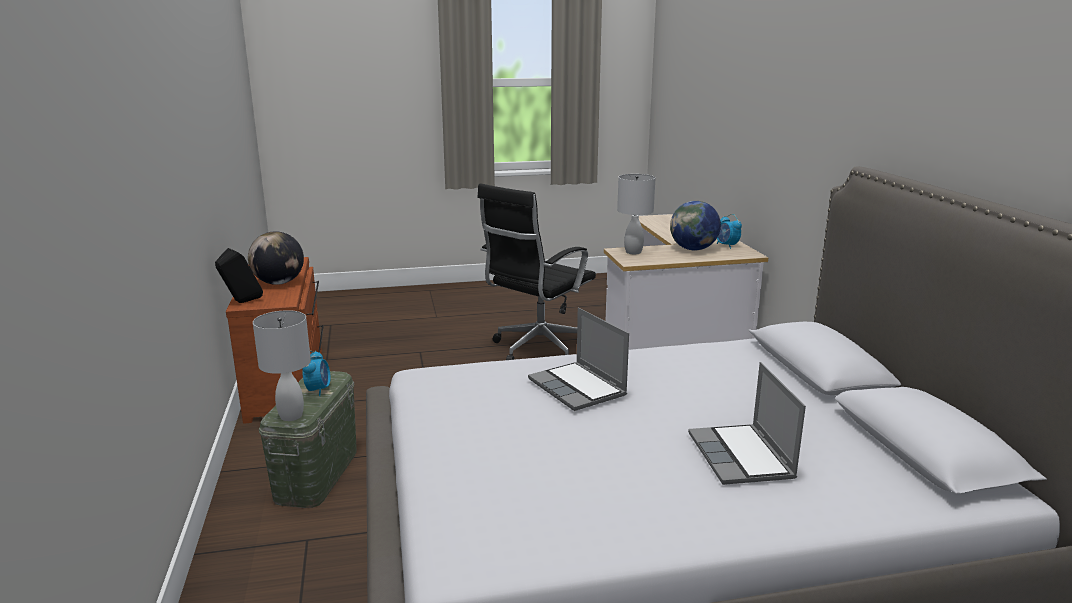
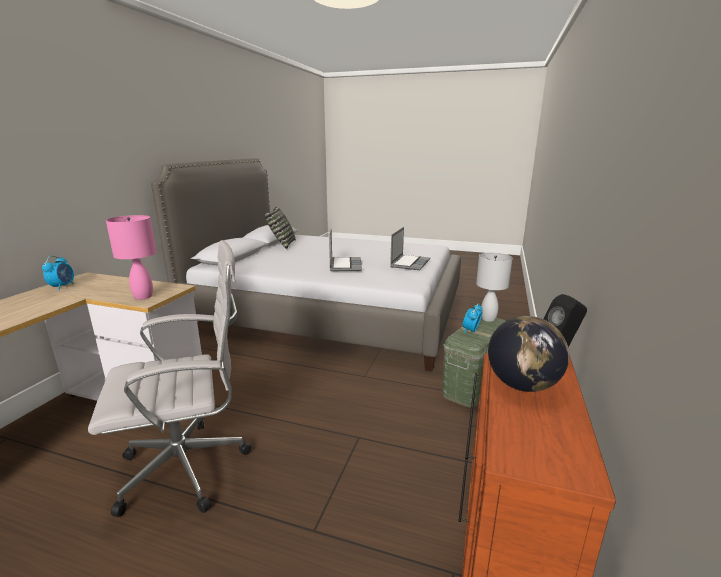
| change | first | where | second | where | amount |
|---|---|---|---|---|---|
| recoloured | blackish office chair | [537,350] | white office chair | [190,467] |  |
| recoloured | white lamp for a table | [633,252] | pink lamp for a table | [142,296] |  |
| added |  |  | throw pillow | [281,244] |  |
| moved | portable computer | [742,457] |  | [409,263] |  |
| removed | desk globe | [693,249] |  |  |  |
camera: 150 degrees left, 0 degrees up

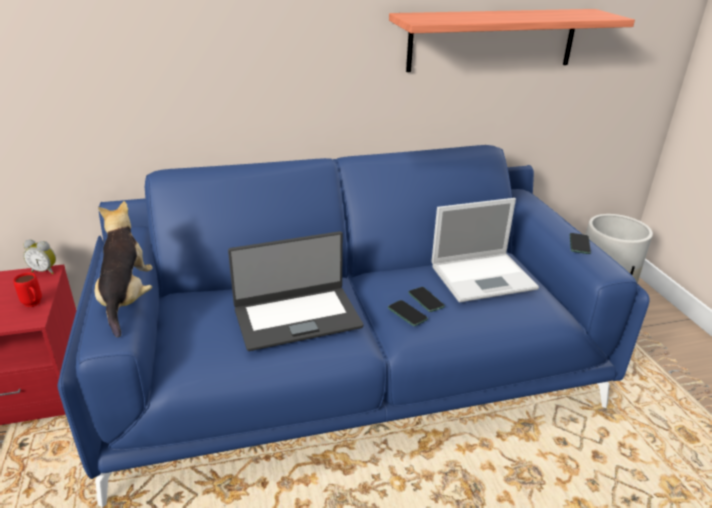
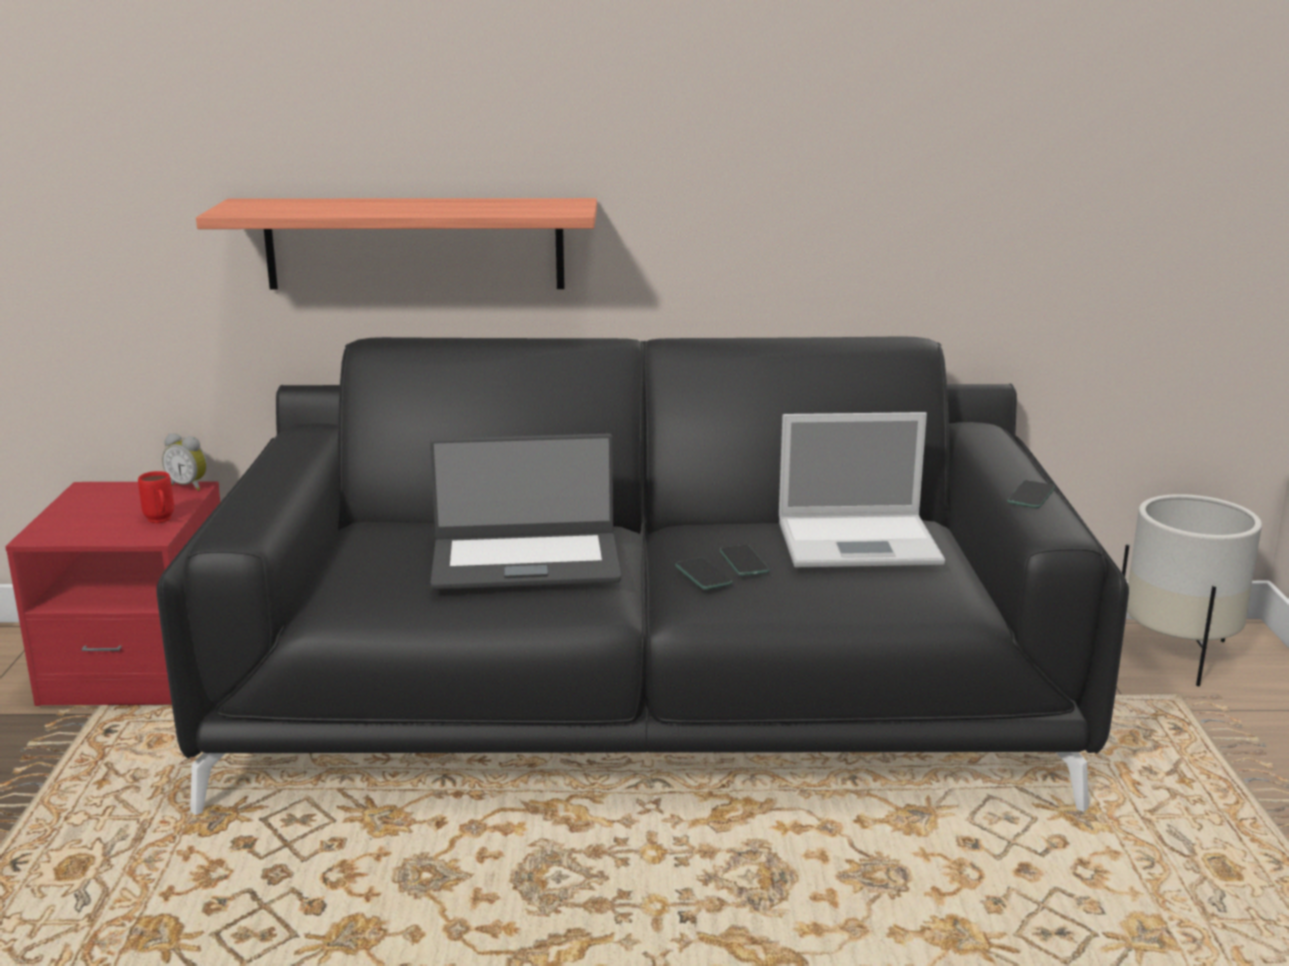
| change | first | where | second | where | amount |
|---|---|---|---|---|---|
| recoloured | blue sofa | [353,373] | blackish sofa | [645,710] |  |
| moved | shelf | [492,40] |  | [414,243] |  |
| removed | cuddly toy | [127,299] |  |  |  |
camera: 15 degrees right, 10 degrees down

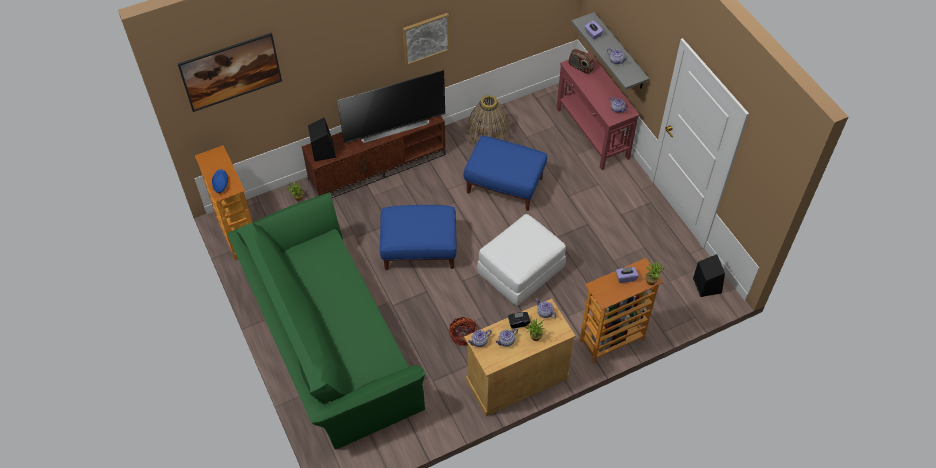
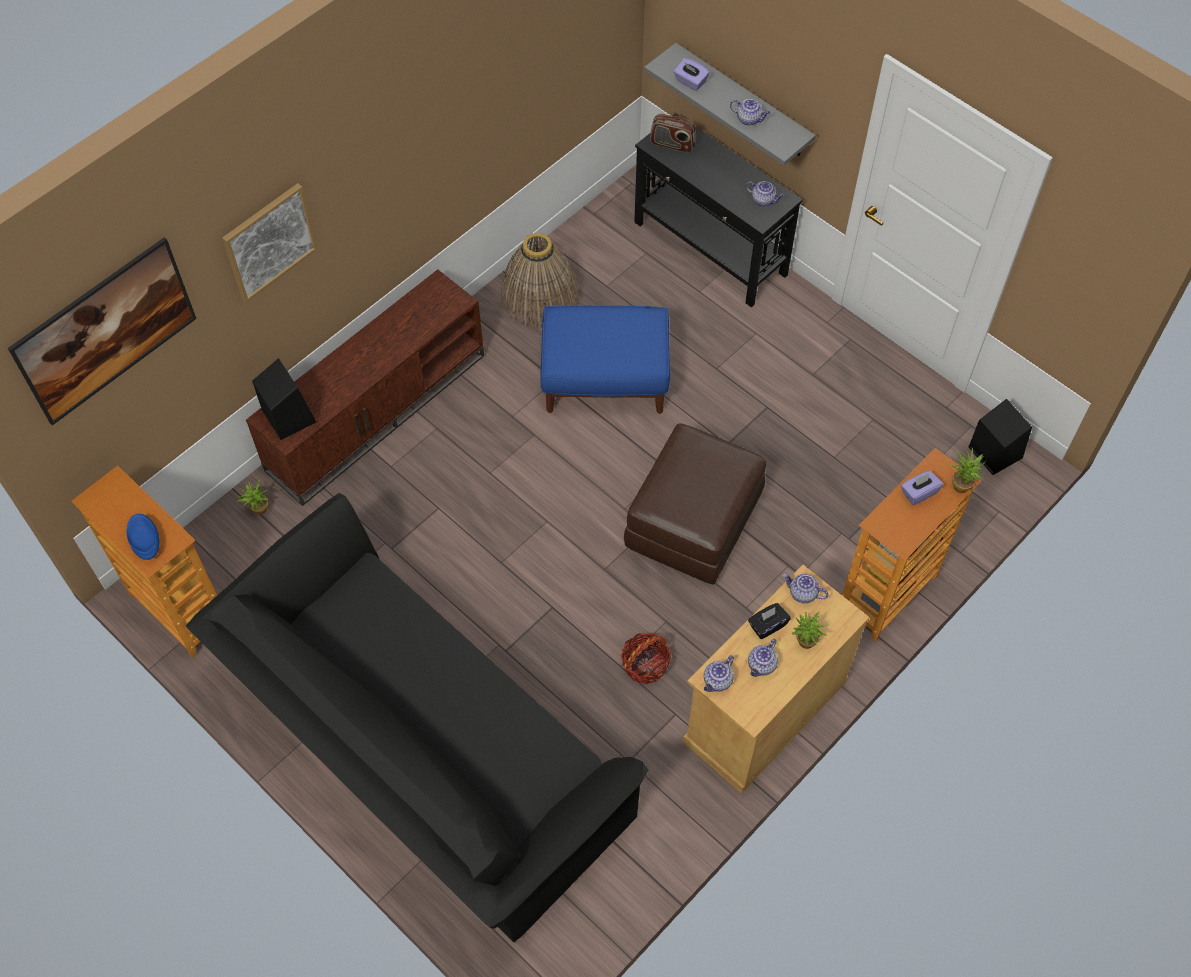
| change | first | where | second | where | amount |
|---|---|---|---|---|---|
| recoloured | green-coloured sofa | [328,342] | blackish sofa | [422,753] |  |
| moved | wall art | [425,38] |  | [269,241] |  |
| recoloured | white ottoman | [520,271] | brown-coloured ottoman | [693,522] |  |
| recoloured | red narrow table | [592,133] | blackish narrow table | [710,249] |  |
| removed | TV set | [393,126] |  |  |  |
| removed | blue ottoman | [419,249] |  |  |  |
camera: 20 degrees left, 5 degrees up

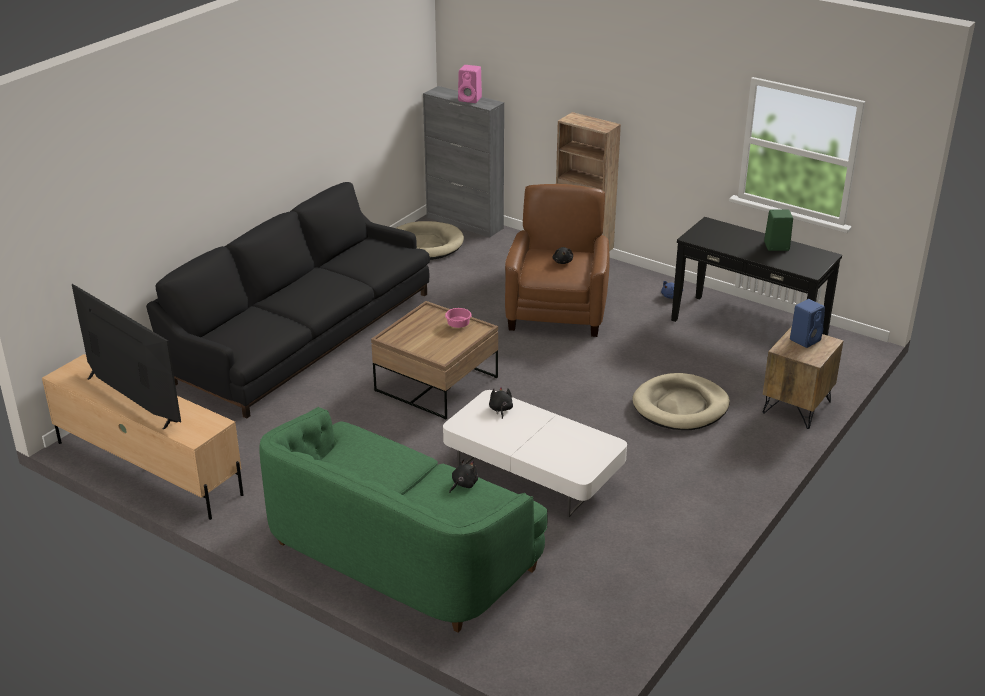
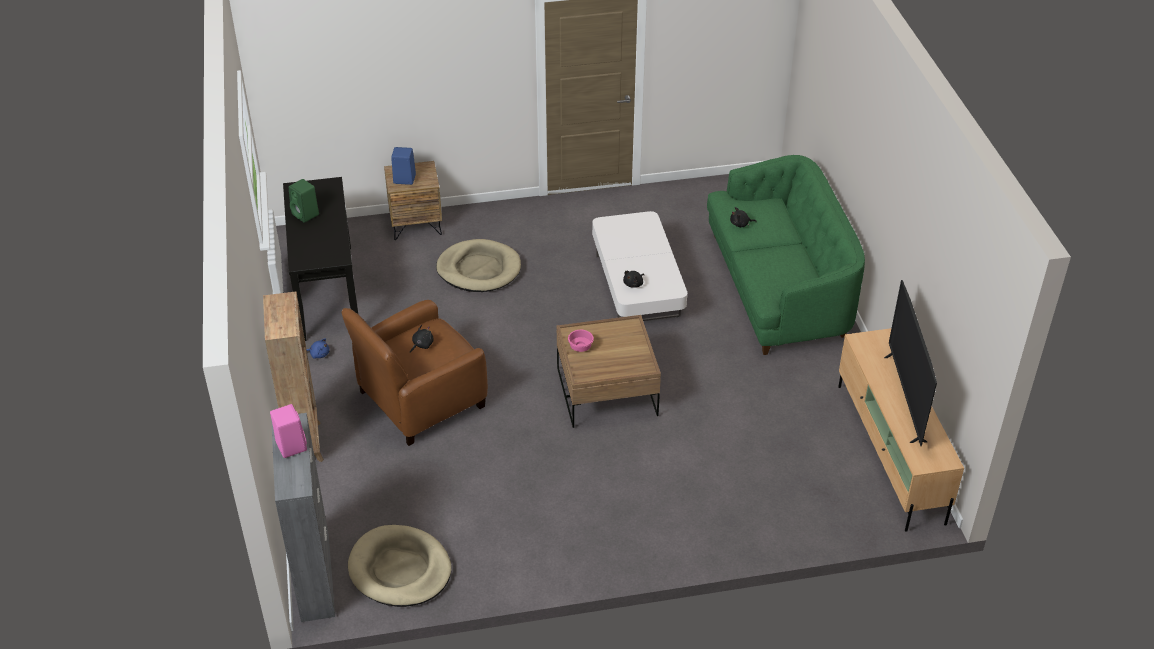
| change | first | where | second | where | amount |
|---|---|---|---|---|---|
| removed | blackish sofa | [303,335] |  |  |  |
camera: 135 degrees left, 10 degrees up

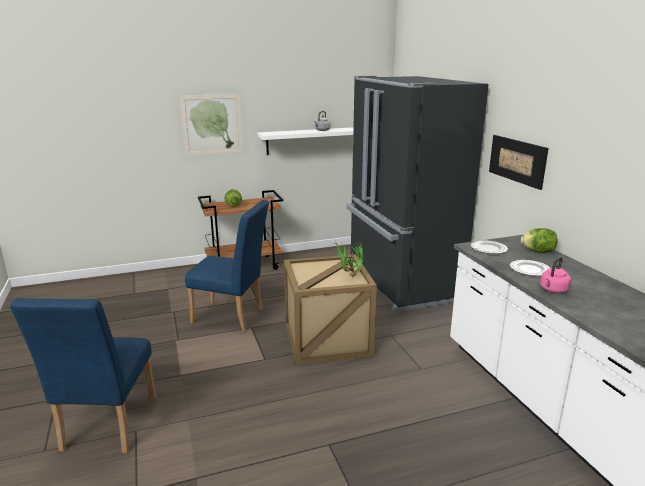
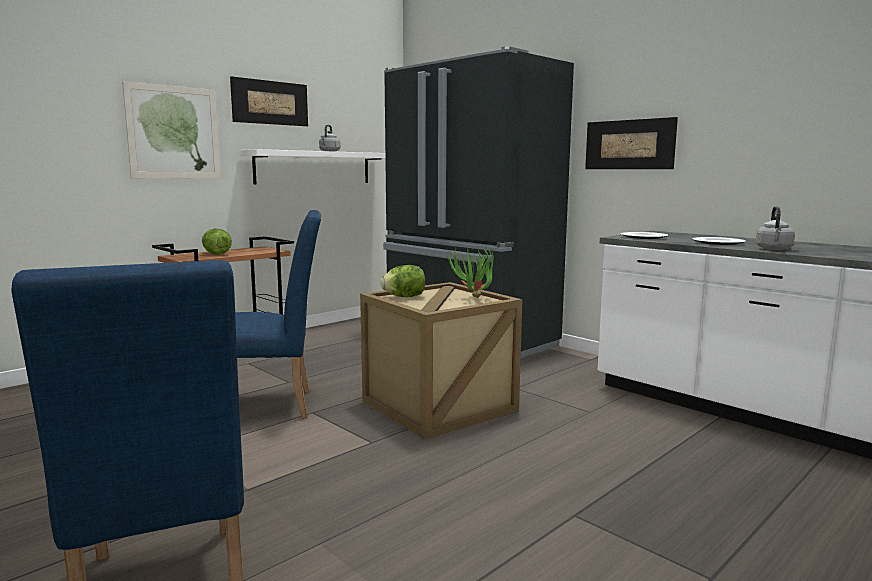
| change | first | where | second | where | amount |
|---|---|---|---|---|---|
| added |  |  | wall art | [270,102] |  |
| moved | lettuce | [538,251] |  | [404,297] |  |
| recoloured | pink kettle | [553,290] | greyish kettle | [774,249] |  |
camera: 25 degrees left, 10 degrees down

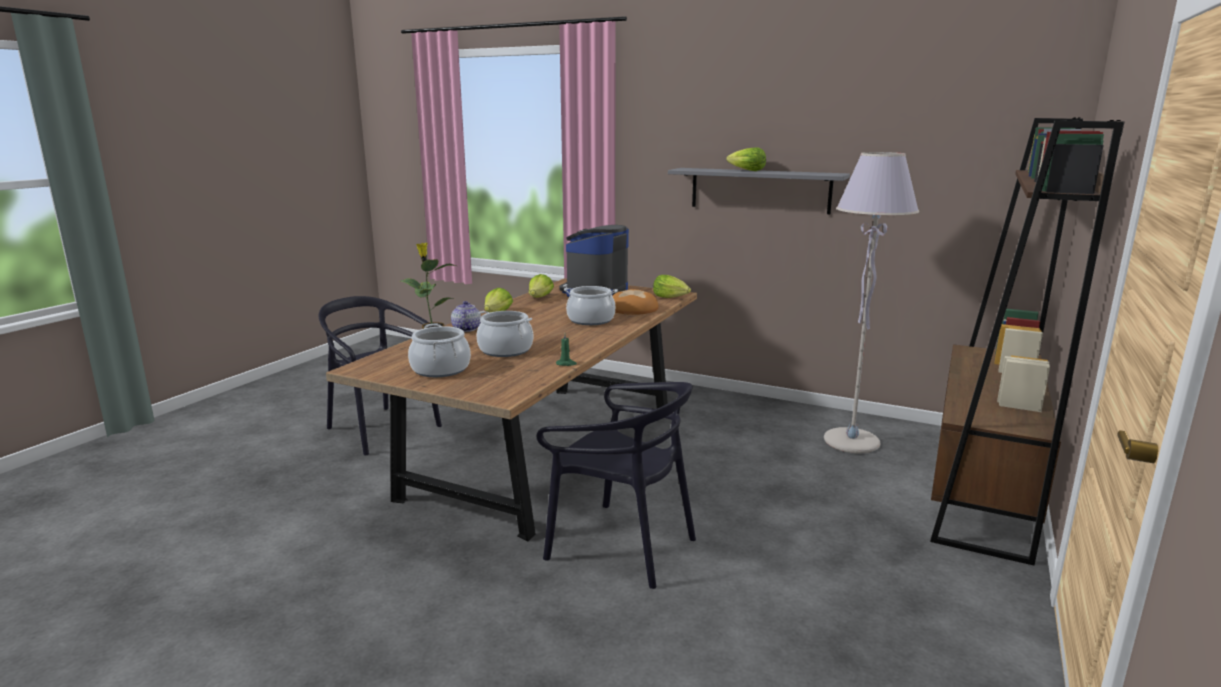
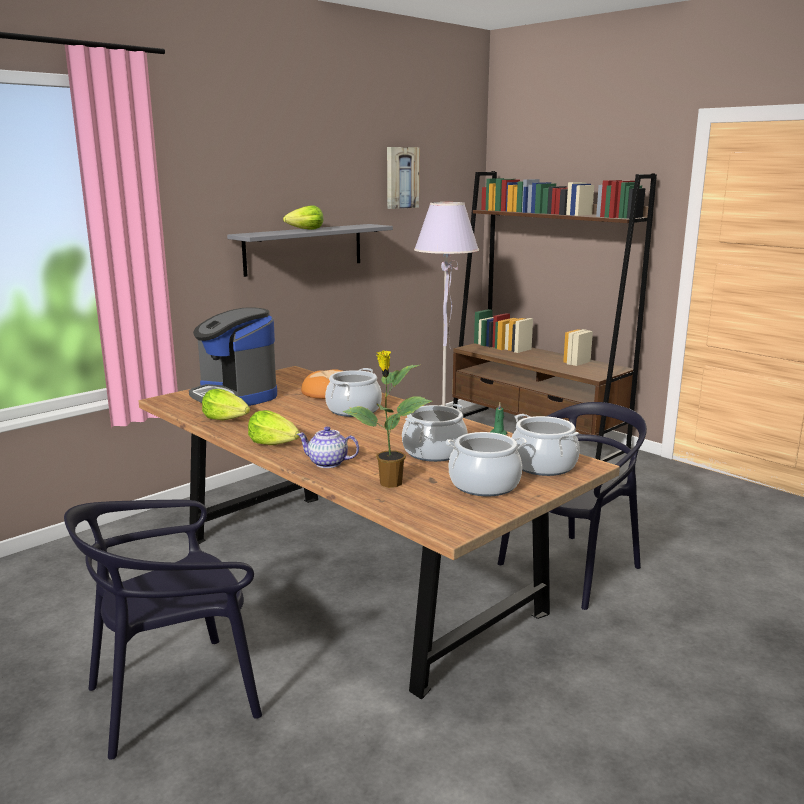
| change | first | where | second | where | amount |
|---|---|---|---|---|---|
| added |  |  | wall art | [401,178] |  |
| added |  |  | cooking pot | [543,465] |  |
| removed | lettuce | [671,297] |  |  |  |
camera: 70 degrees left, 0 degrees up

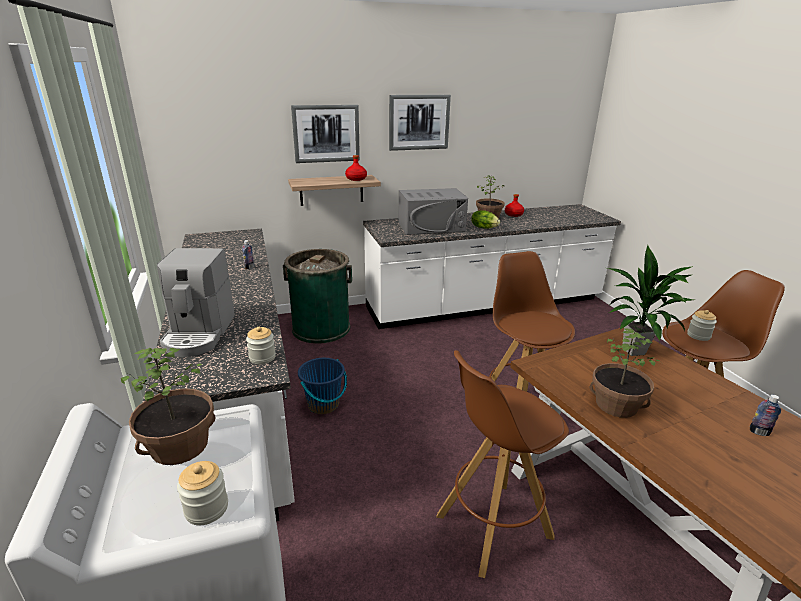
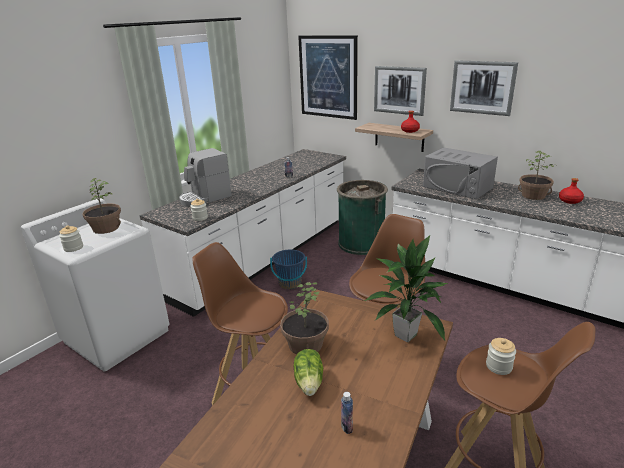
| change | first | where | second | where | amount |
|---|---|---|---|---|---|
| moved | lettuce | [484,227] |  | [309,382] |  |
| added |  |  | wall art | [328,77] |  |
camera: 55 degrees right, 0 degrees up

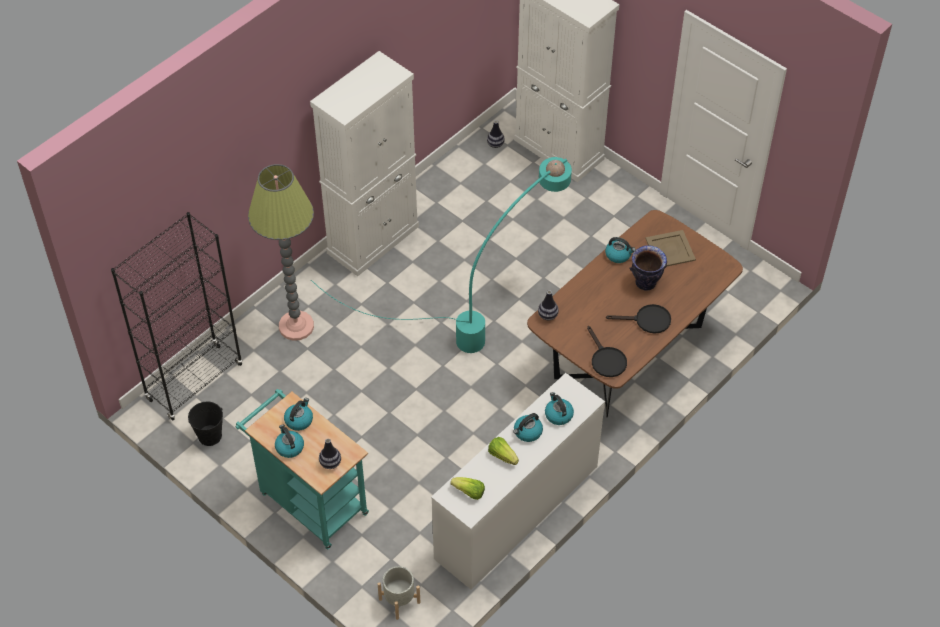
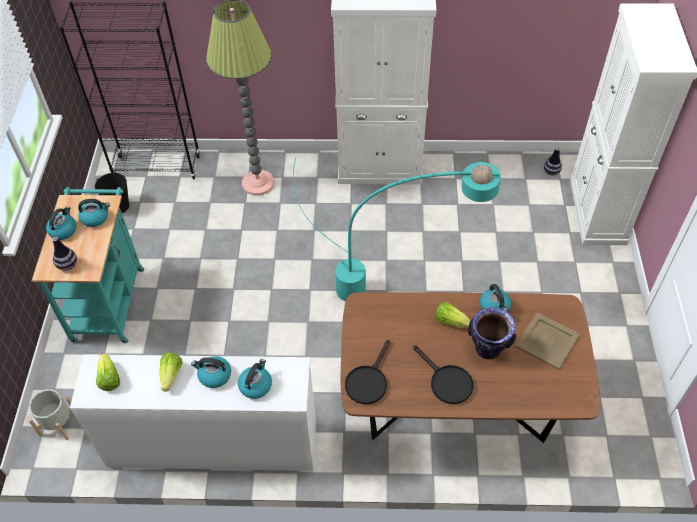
| change | first | where | second | where | amount |
|---|---|---|---|---|---|
| added |  |  | lettuce | [450,321] |  |
| removed | vase | [547,315] |  |  |  |
camera: 50 degrees right, 0 degrees up

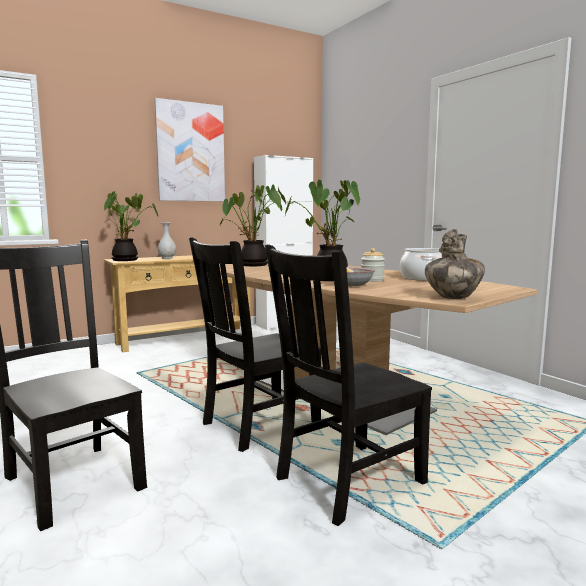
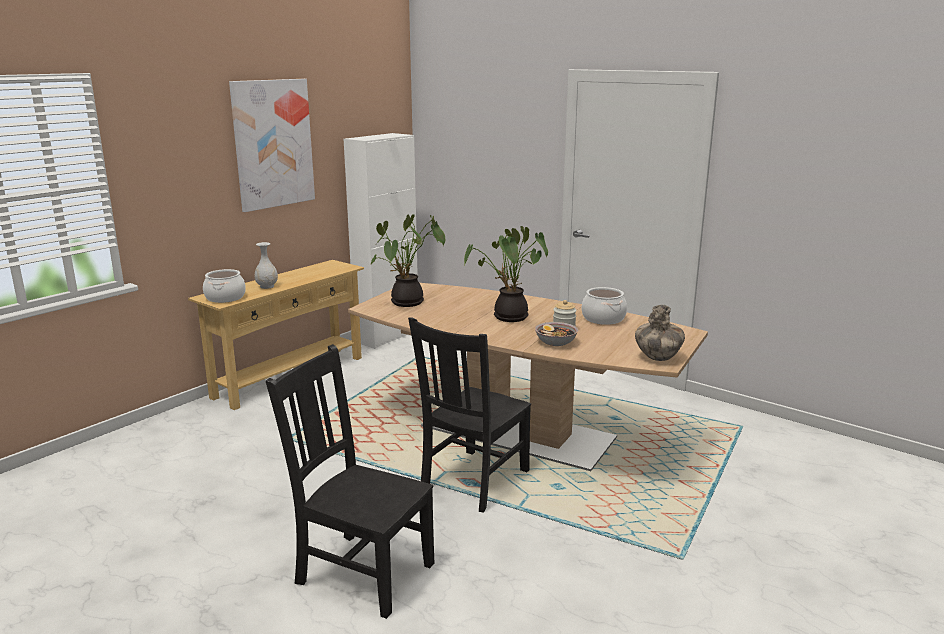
| change | first | where | second | where | amount |
|---|---|---|---|---|---|
| replaced | houseplant | [127,260] | cooking pot | [225,297] |  |
| removed | blackish chair | [346,482] |  |  |  |
camera: 20 degrees left, 10 degrees up

